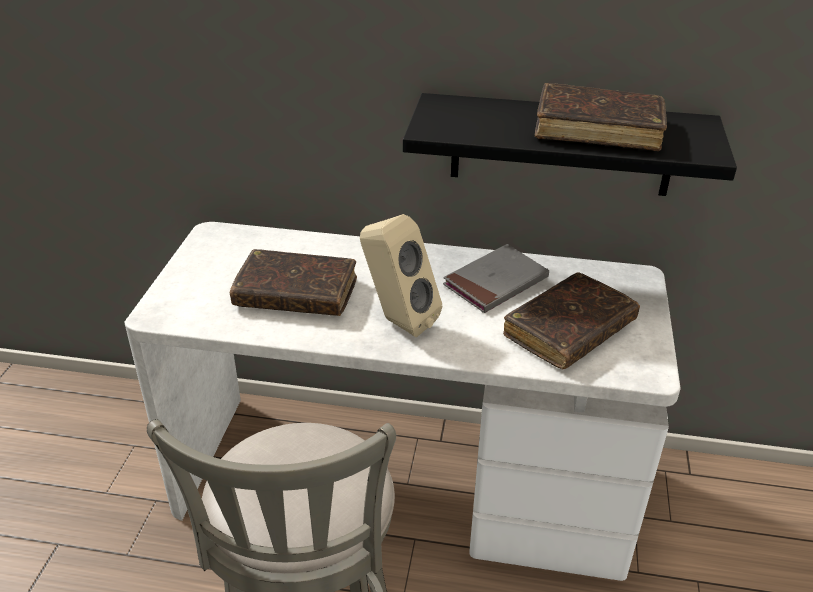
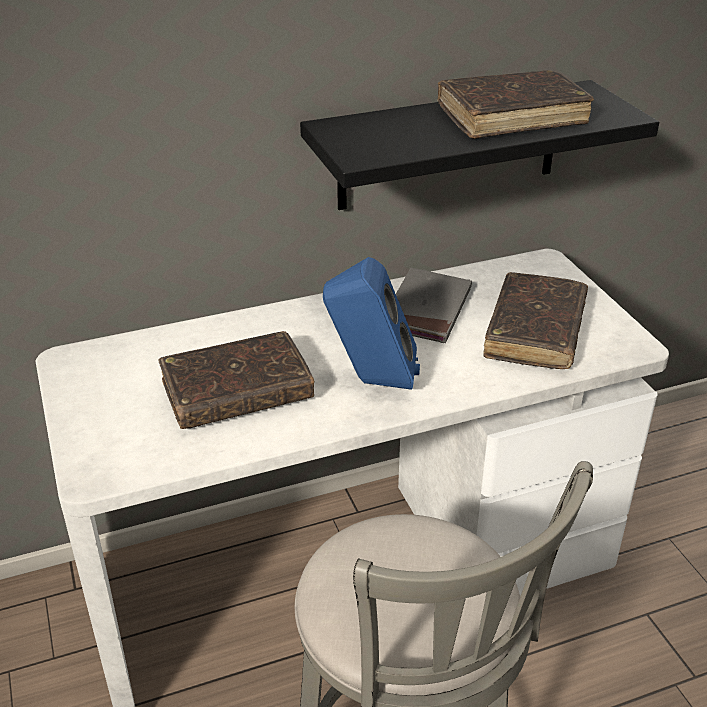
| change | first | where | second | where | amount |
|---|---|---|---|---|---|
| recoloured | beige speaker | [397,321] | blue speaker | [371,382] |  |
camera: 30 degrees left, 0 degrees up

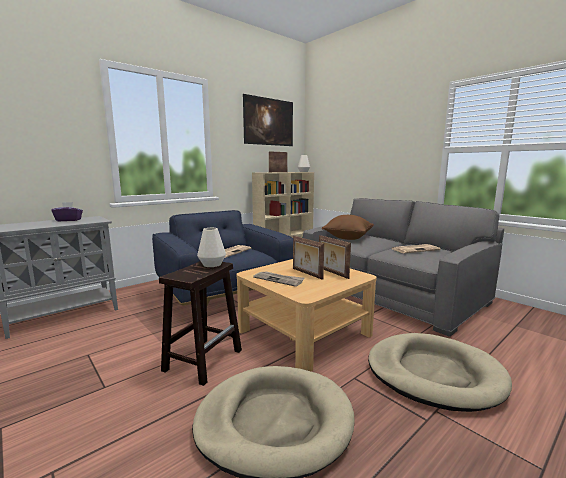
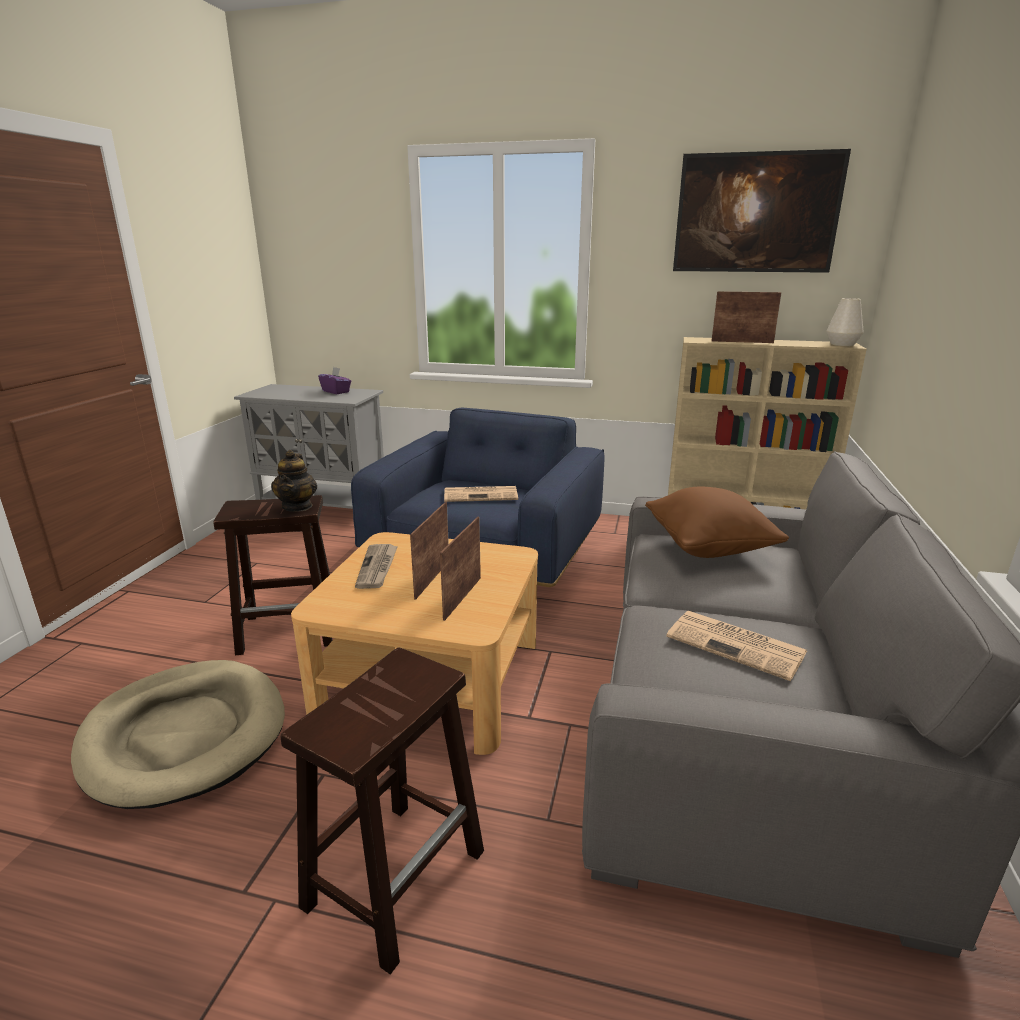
| change | first | where | second | where | amount |
|---|---|---|---|---|---|
| replaced | white vase | [212,264] | tea pot | [297,506] |  |
| replaced | beige pet bed | [433,374] | brown-coloured sitting stool | [397,876] |  |
camera: 55 degrees right, 10 degrees up

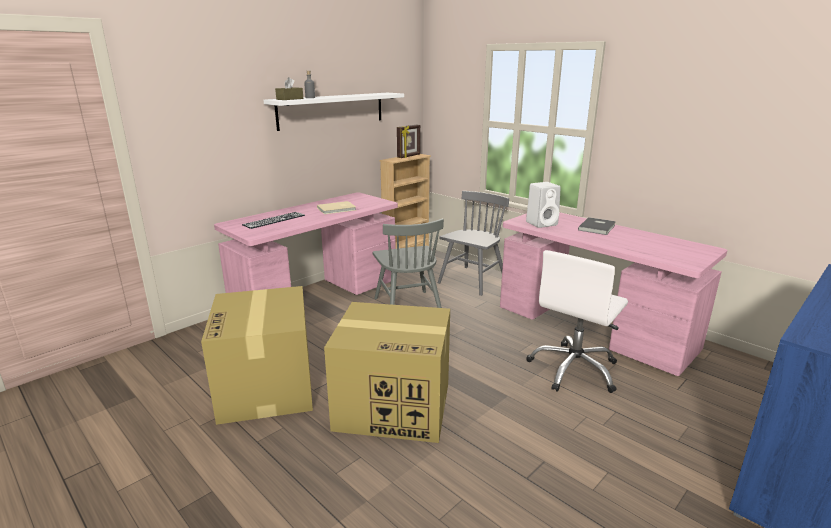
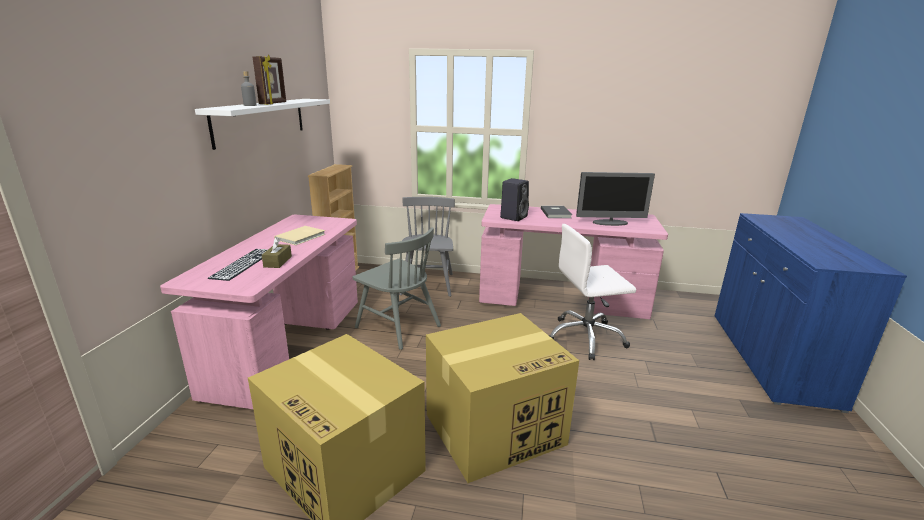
| change | first | where | second | where | amount |
|---|---|---|---|---|---|
| moved | standing frame | [409,156] |  | [274,103] |  |
| moved | brown-coloured tissue box | [290,99] |  | [278,262] |  |
| recoloured | white speaker | [542,223] | blackish speaker | [514,217] |  |
| turned | white office chair | [574,369] |  | [586,338] | 75 degrees clockwise |
| added |  |  | computer display | [610,223] |  |
camera: 35 degrees left, 0 degrees up

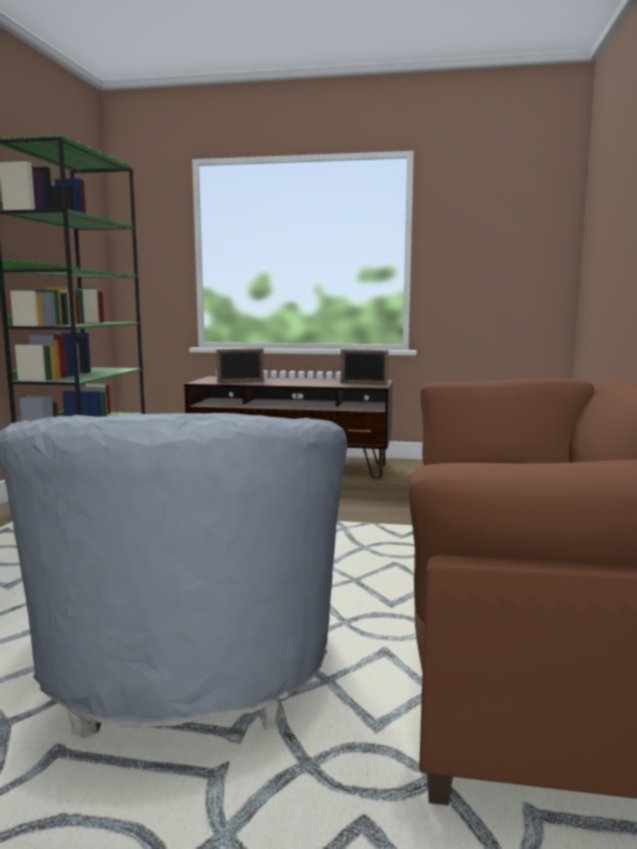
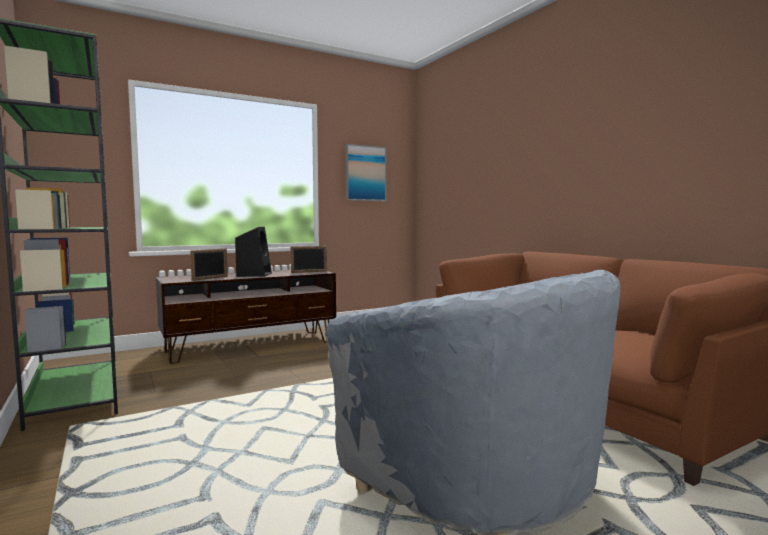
| change | first | where | second | where | amount |
|---|---|---|---|---|---|
| added |  |  | blackish speaker | [254,274] |  |
| added |  |  | wall art | [365,173] |  |
camera: 40 degrees left, 5 degrees down

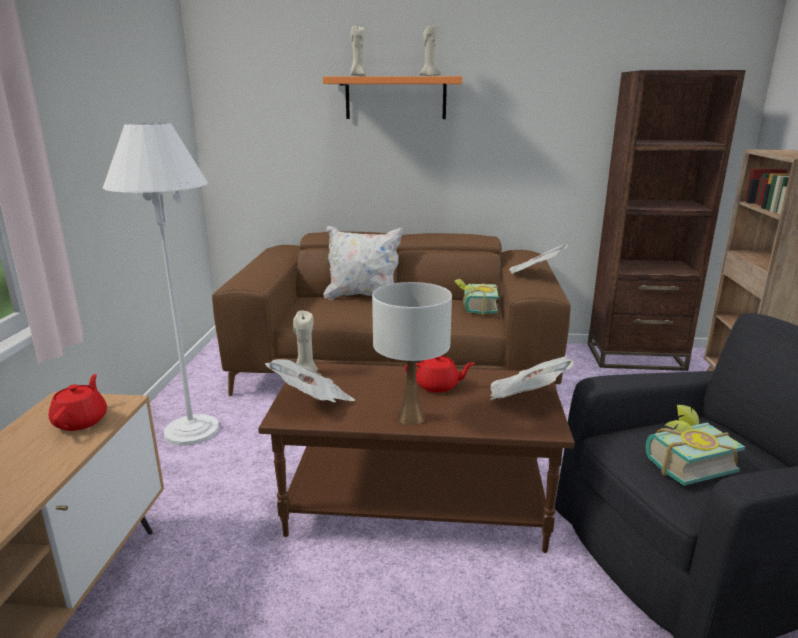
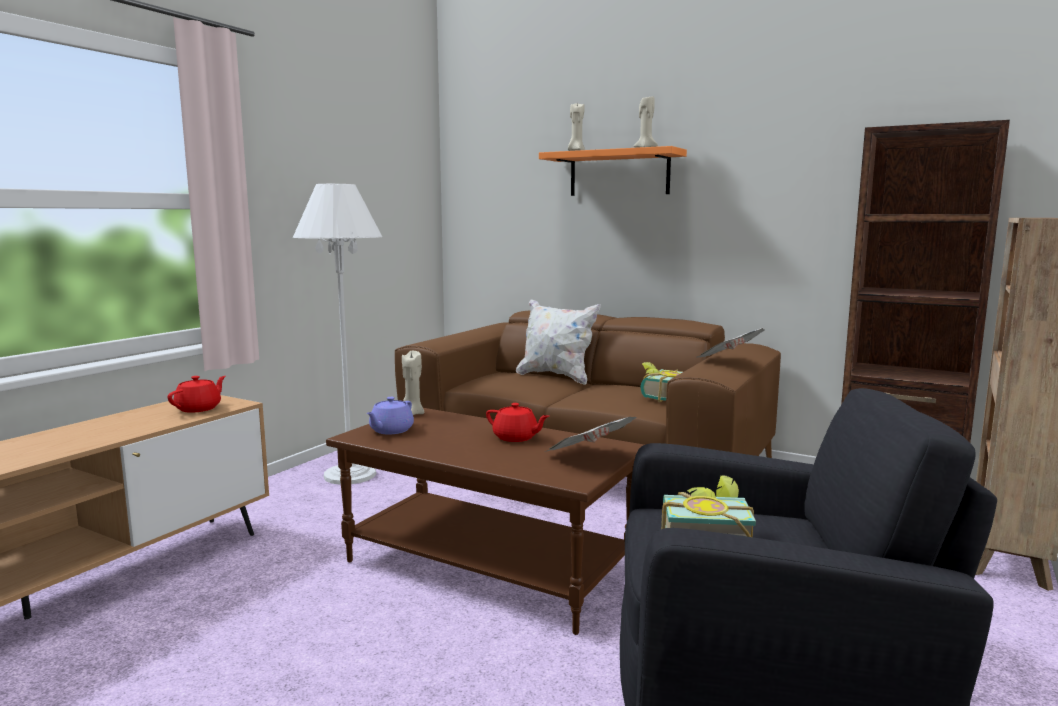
| change | first | where | second | where | amount |
|---|---|---|---|---|---|
| replaced | newspaper | [312,401] | purple-coloured tea pot | [390,431] |  |
| removed | white lamp for a table | [411,418] |  |  |  |
camera: 25 degrees right, 10 degrees down

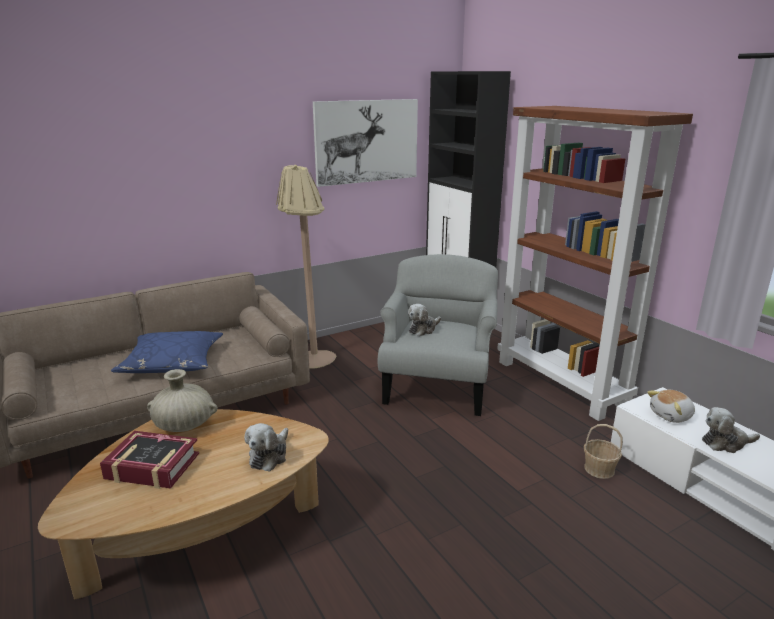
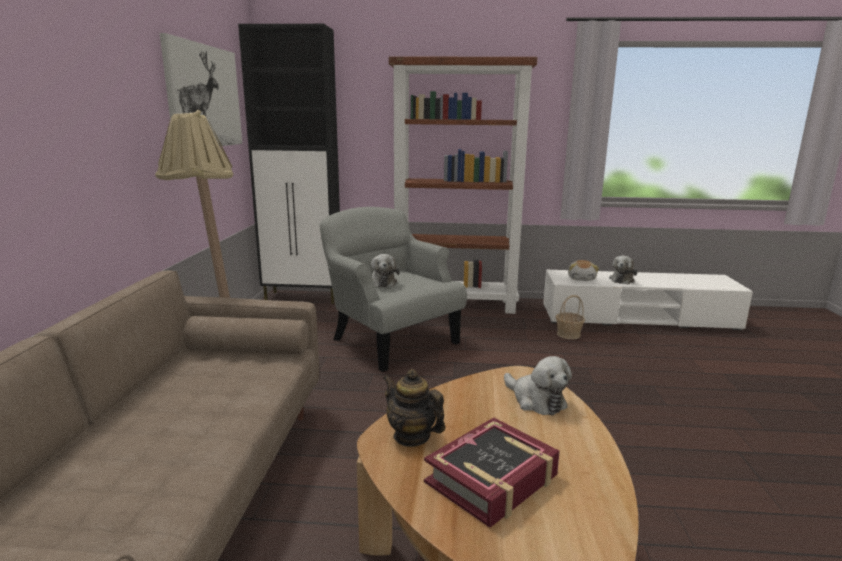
| change | first | where | second | where | amount |
|---|---|---|---|---|---|
| replaced | beige vase | [184,426] | tea pot | [412,436] |  |
| removed | blue throw pillow | [172,362] |  |  |  |
camera: 55 degrees left, 5 degrees down

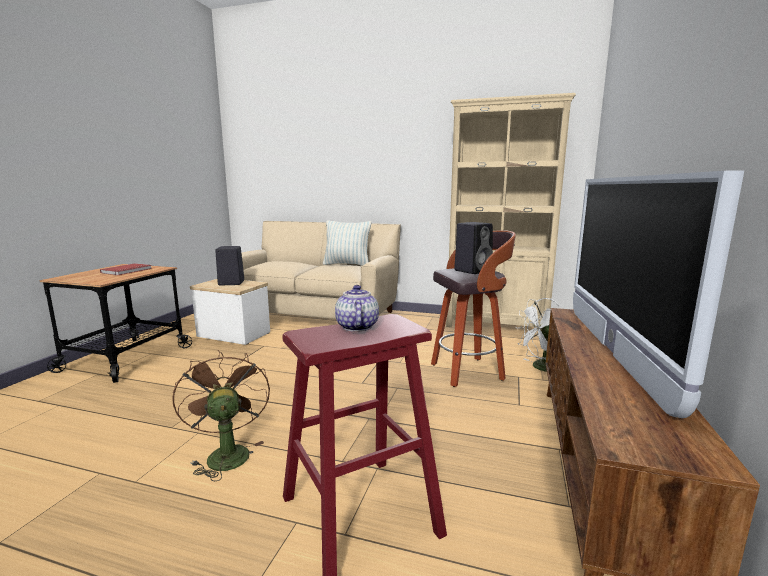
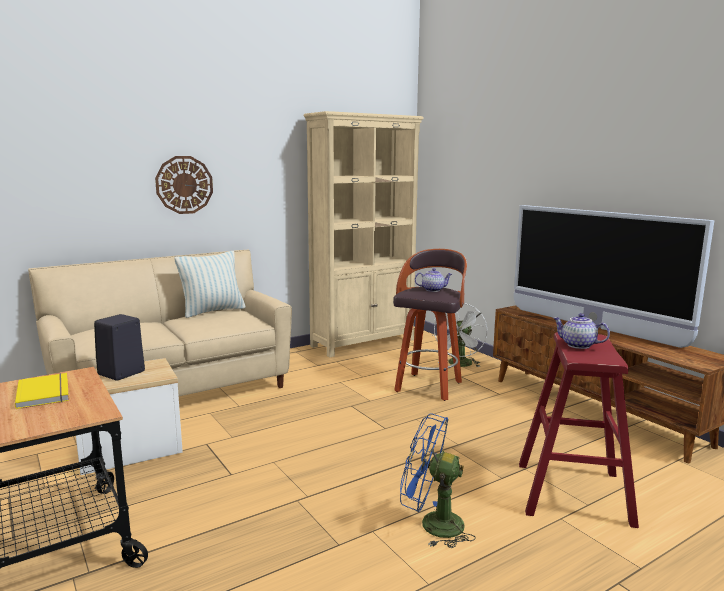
| change | first | where | second | where | amount |
|---|---|---|---|---|---|
| recoloured | red book | [128,271] | yellow book | [45,392] |  |
| added |  |  | wall clock | [184,185] |  |
| recoloured | brown-coloured electric fan | [226,453] | blue electric fan | [432,524] |  |
| replaced | blackish speaker | [473,270] | tea pot | [433,290] |  |
camera: 50 degrees left, 0 degrees up

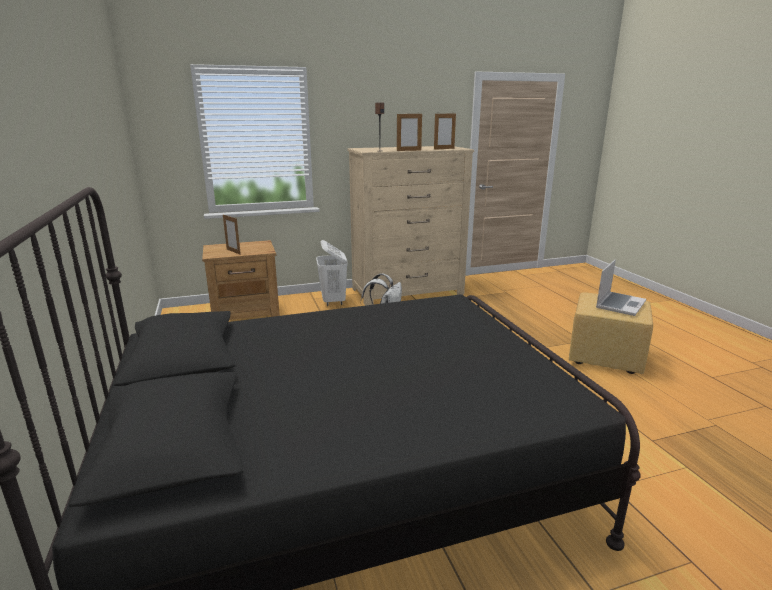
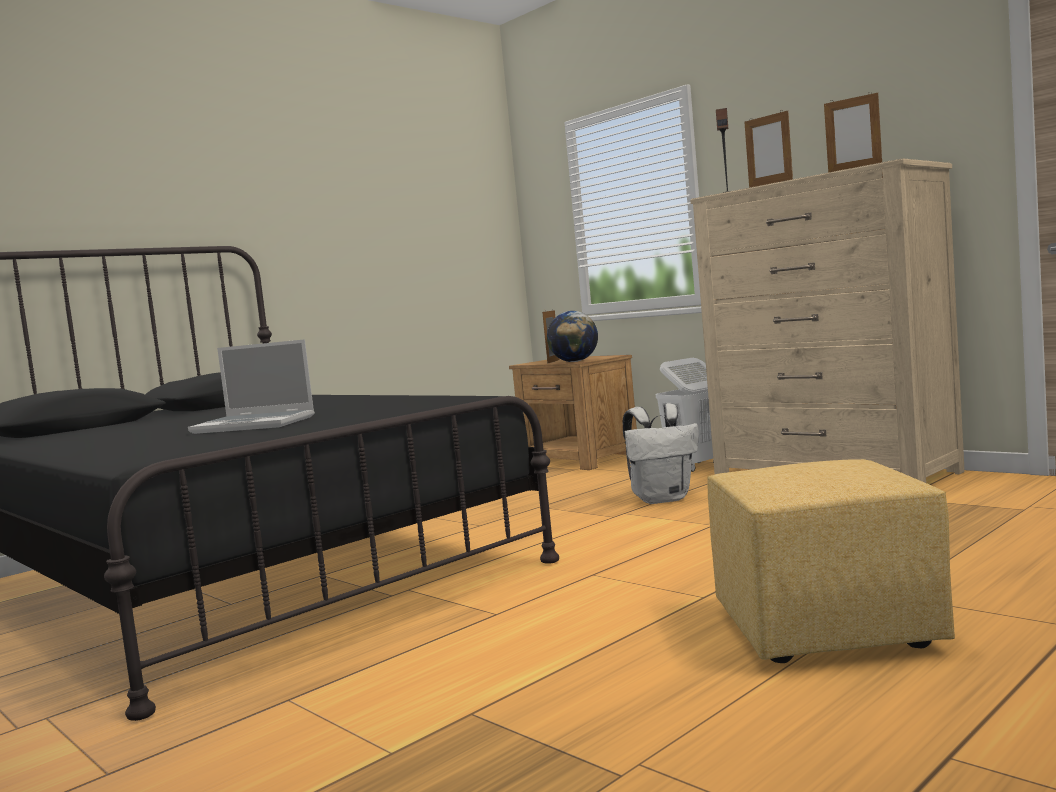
| change | first | where | second | where | amount |
|---|---|---|---|---|---|
| moved | portable computer | [620,304] |  | [256,424] |  |
| added |  |  | desk globe | [575,361] |  |
camera: 65 degrees right, 15 degrees down

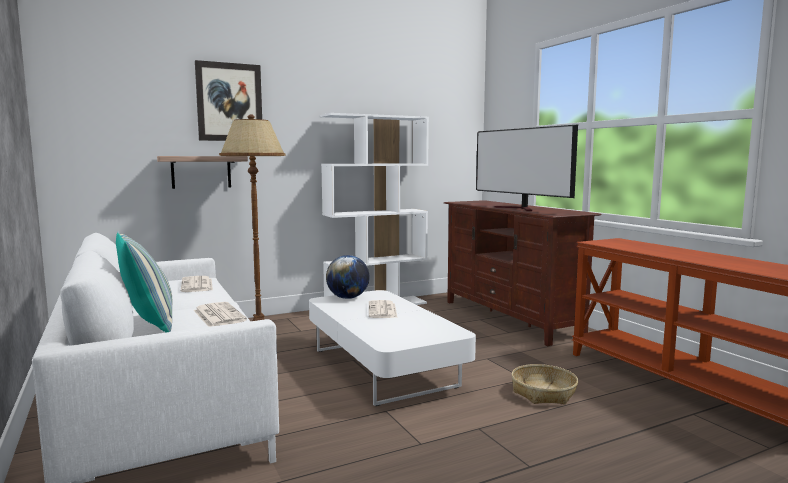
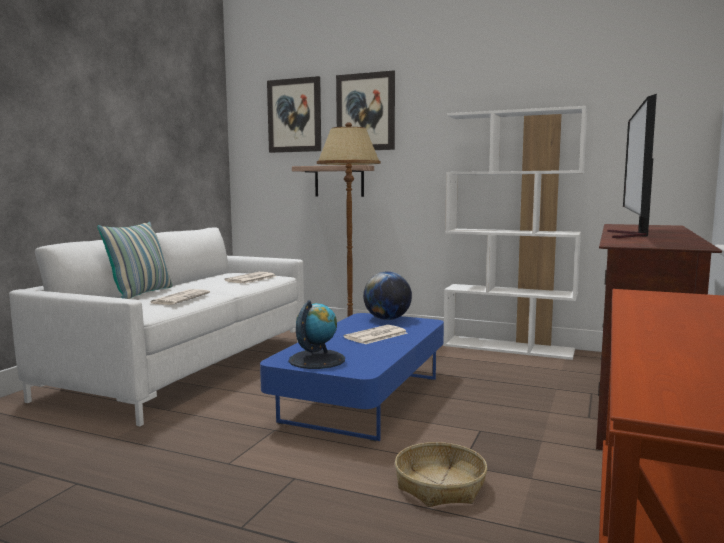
| change | first | where | second | where | amount |
|---|---|---|---|---|---|
| recoloured | white coffee table | [383,367] | blue coffee table | [363,399] |  |
| added |  |  | wall art | [294,115] |  |
| added |  |  | desk globe | [316,360] |  |
camera: 50 degrees right, 0 degrees up

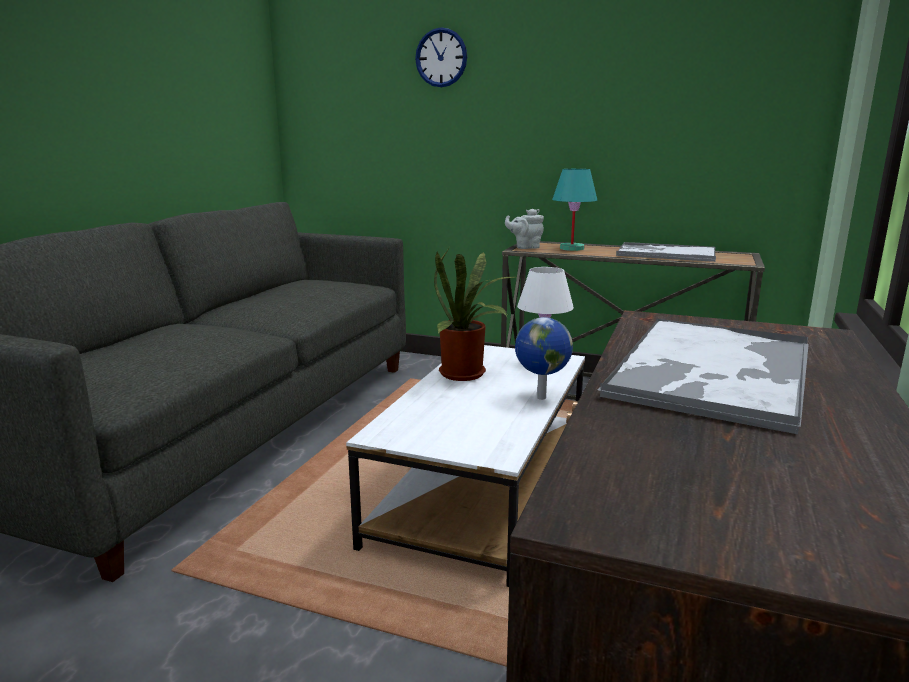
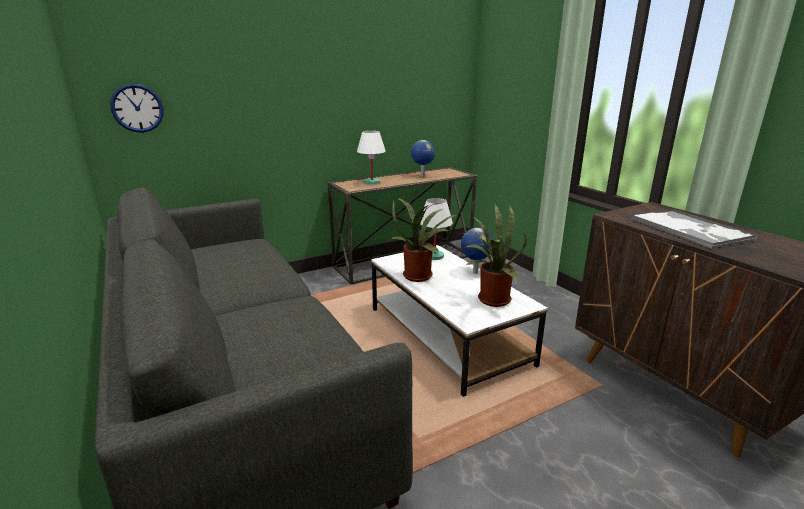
| change | first | where | second | where | amount |
|---|---|---|---|---|---|
| moved | wall clock | [441,57] |  | [137,108] |  |
| recoloured | turquoise-coloured lamp for a table | [572,248] | white lamp for a table | [372,182] |  |
| replaced | serving tray | [665,253] | desk globe | [422,176] |  |
| added |  |  | houseplant | [490,299] |  |
| removed | greyish tea pot | [525,247] |  |  |  |
camera: 50 degrees left, 5 degrees up

